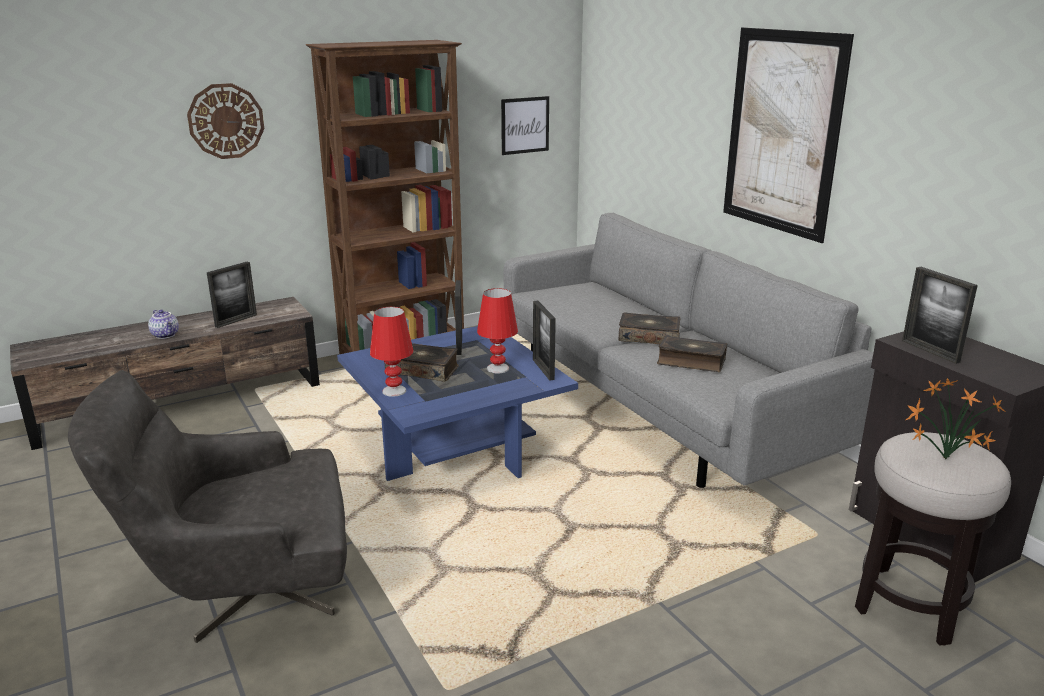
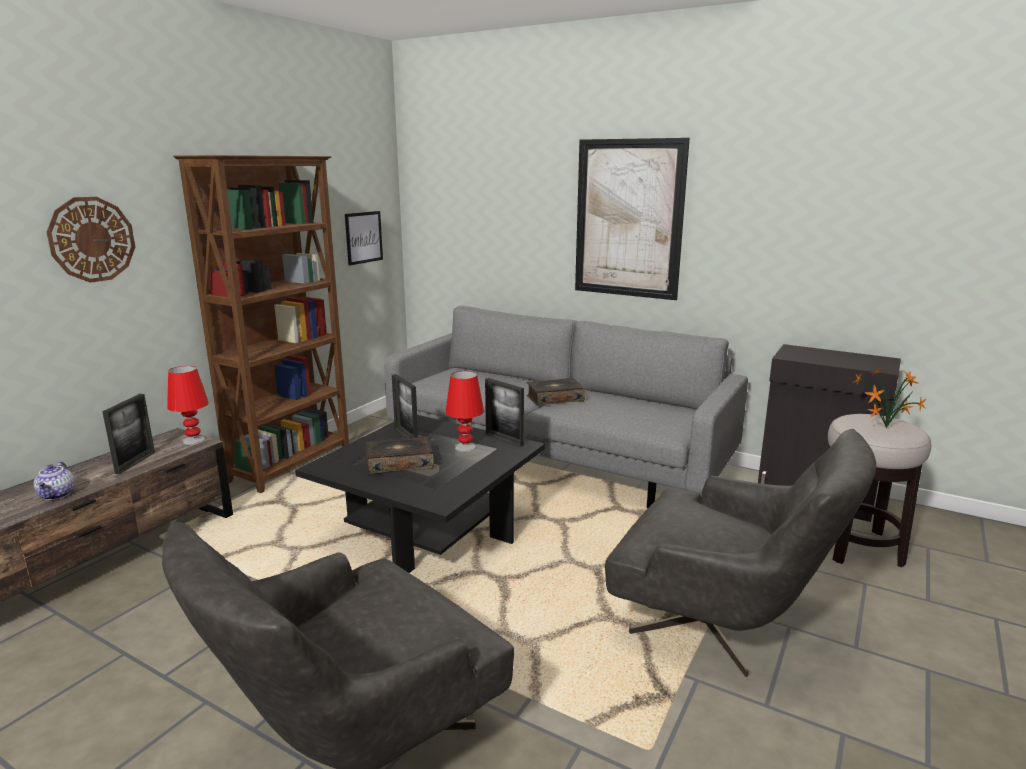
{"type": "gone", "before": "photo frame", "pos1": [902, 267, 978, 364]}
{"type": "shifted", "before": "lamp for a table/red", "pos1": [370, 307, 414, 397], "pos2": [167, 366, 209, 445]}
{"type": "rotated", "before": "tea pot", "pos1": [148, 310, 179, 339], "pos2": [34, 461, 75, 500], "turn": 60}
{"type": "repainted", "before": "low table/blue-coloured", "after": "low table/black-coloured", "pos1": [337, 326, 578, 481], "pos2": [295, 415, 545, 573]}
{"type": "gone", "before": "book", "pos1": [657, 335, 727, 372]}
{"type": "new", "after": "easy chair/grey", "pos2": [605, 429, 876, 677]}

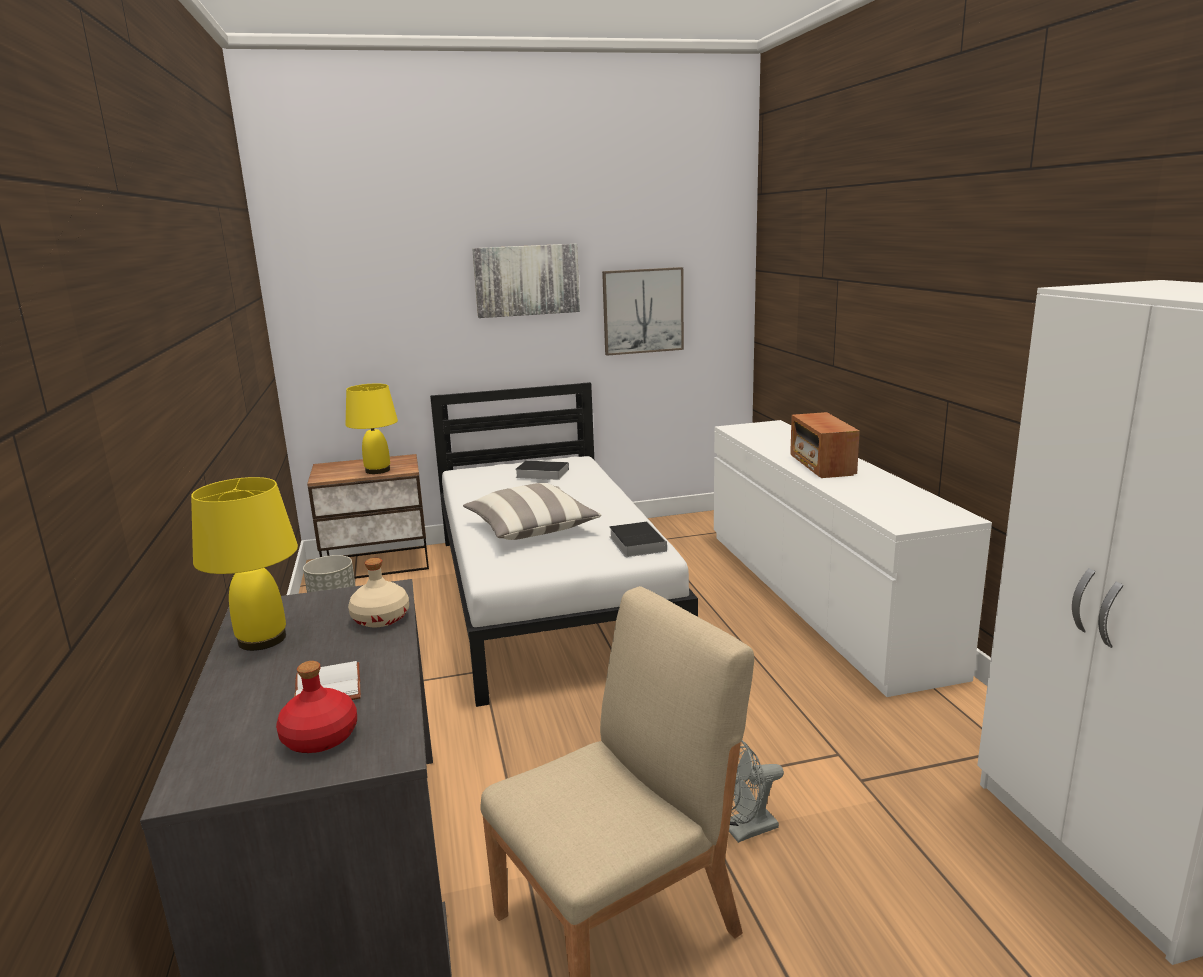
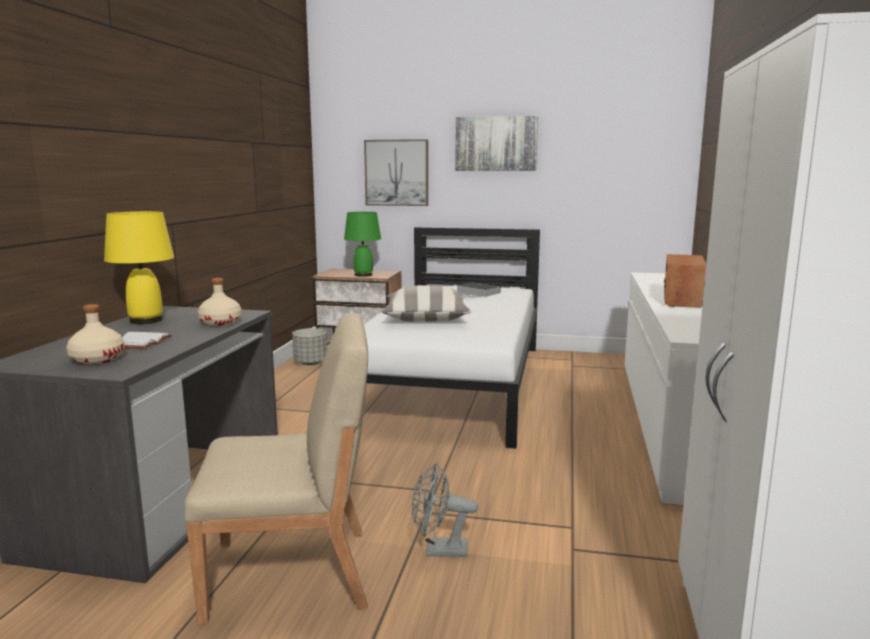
{"type": "shifted", "before": "picture", "pos1": [602, 267, 684, 356], "pos2": [364, 139, 428, 206]}
{"type": "repainted", "before": "lamp for a table/yellowish", "after": "lamp for a table/greenish", "pos1": [346, 383, 398, 474], "pos2": [344, 212, 381, 277]}
{"type": "gone", "before": "book", "pos1": [609, 522, 667, 557]}
{"type": "repainted", "before": "drink bottle/red", "after": "drink bottle/beige-coloured", "pos1": [276, 661, 357, 753], "pos2": [66, 304, 124, 364]}

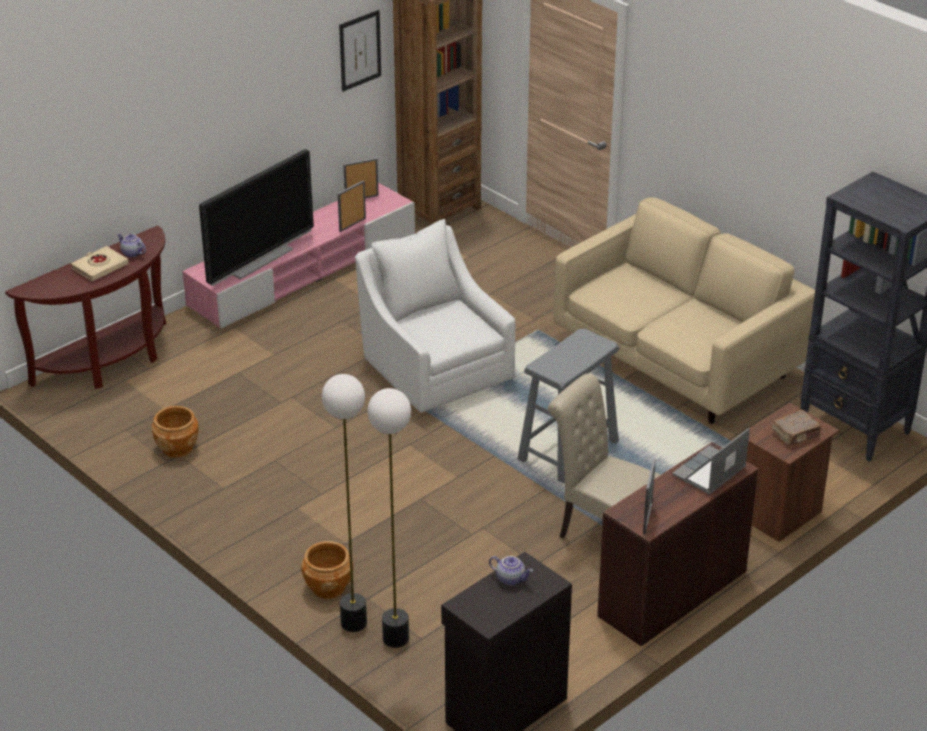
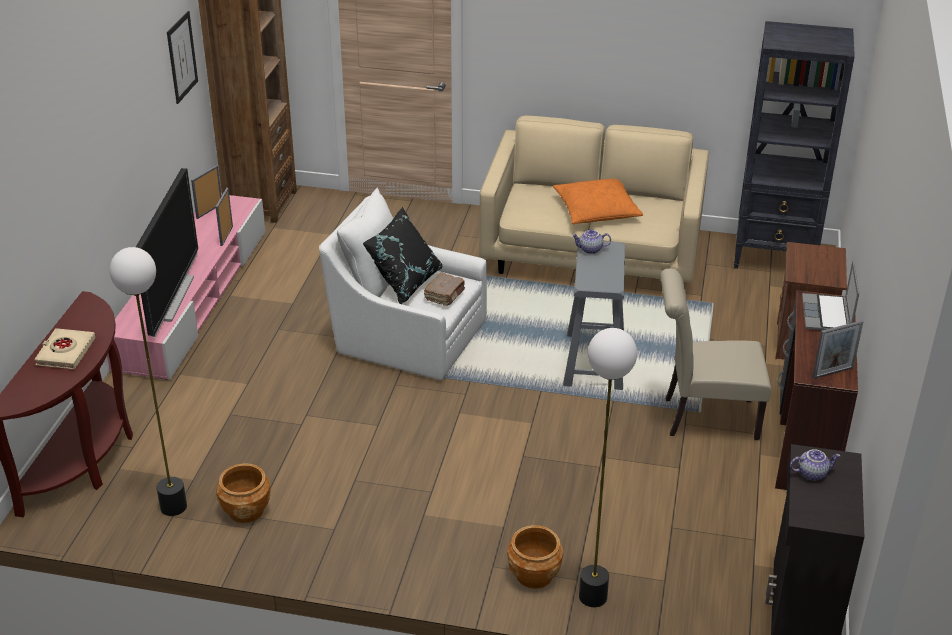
{"type": "shifted", "before": "tea pot", "pos1": [117, 233, 146, 257], "pos2": [572, 229, 611, 254]}
{"type": "shifted", "before": "standard lamp", "pos1": [367, 388, 411, 648], "pos2": [109, 247, 187, 516]}
{"type": "shifted", "before": "book/brownish", "pos1": [772, 410, 821, 446], "pos2": [424, 273, 465, 306]}
{"type": "rotated", "before": "photo frame", "pos1": [643, 459, 656, 534], "pos2": [812, 320, 863, 379], "turn": 90}
{"type": "new", "after": "throw pillow/orangey", "pos2": [553, 179, 643, 224]}
{"type": "new", "after": "throw pillow/black-coloured", "pos2": [363, 207, 442, 304]}

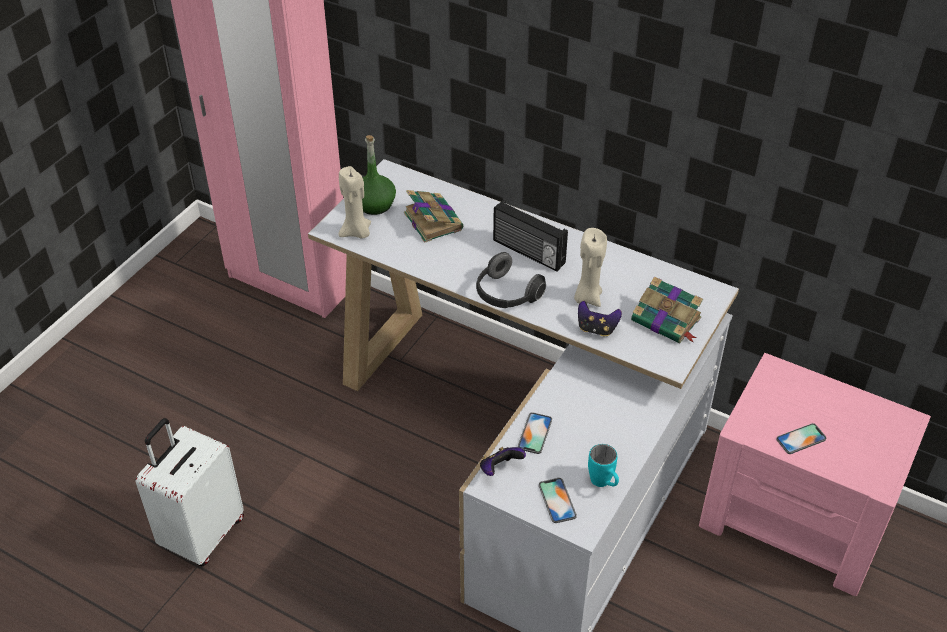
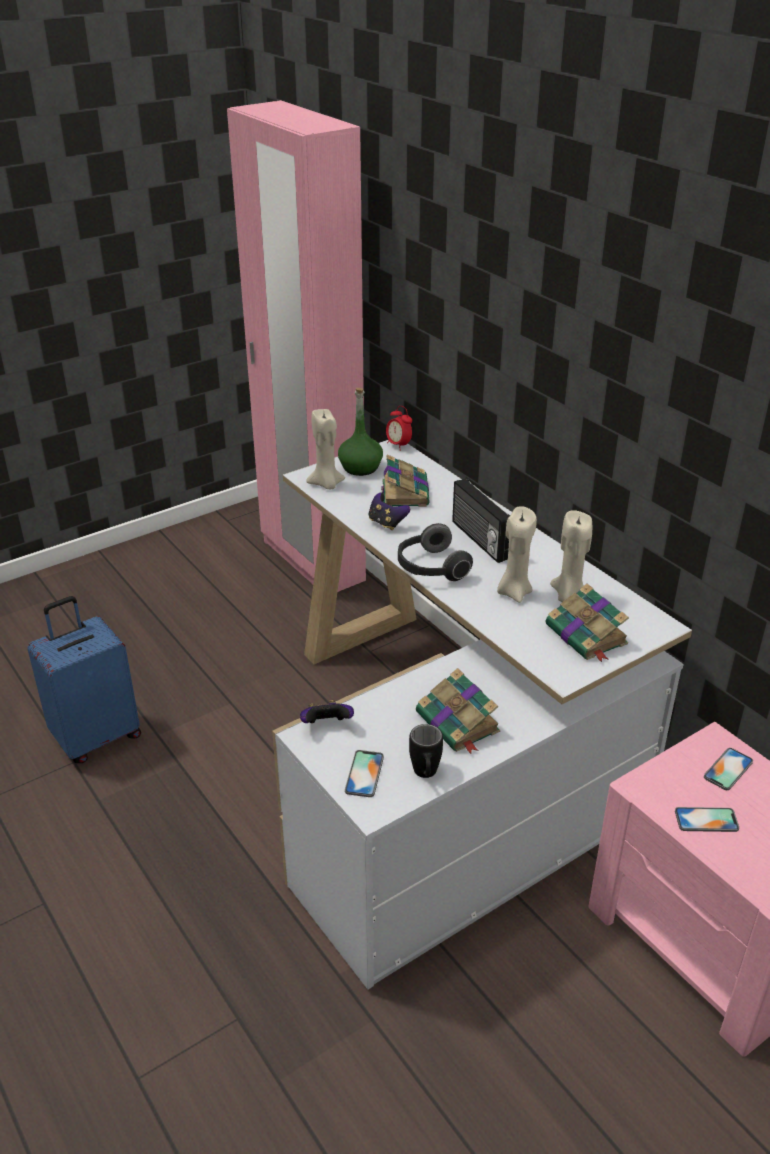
{"type": "shifted", "before": "gamepad", "pos1": [578, 301, 622, 336], "pos2": [369, 493, 410, 530]}
{"type": "shifted", "before": "phone", "pos1": [518, 412, 552, 454], "pos2": [704, 748, 753, 790]}
{"type": "repainted", "before": "suitcase/whitish", "after": "suitcase/blue-coloured", "pos1": [136, 418, 244, 566], "pos2": [27, 596, 141, 763]}
{"type": "repainted", "before": "mug/blue-green", "after": "mug/black-coloured", "pos1": [588, 444, 619, 487], "pos2": [409, 724, 443, 778]}
{"type": "new", "after": "bedside clock", "pos2": [386, 406, 412, 451]}
{"type": "new", "after": "wax light/beige-coloured", "pos2": [550, 510, 592, 602]}
{"type": "new", "after": "book", "pos2": [416, 668, 500, 754]}

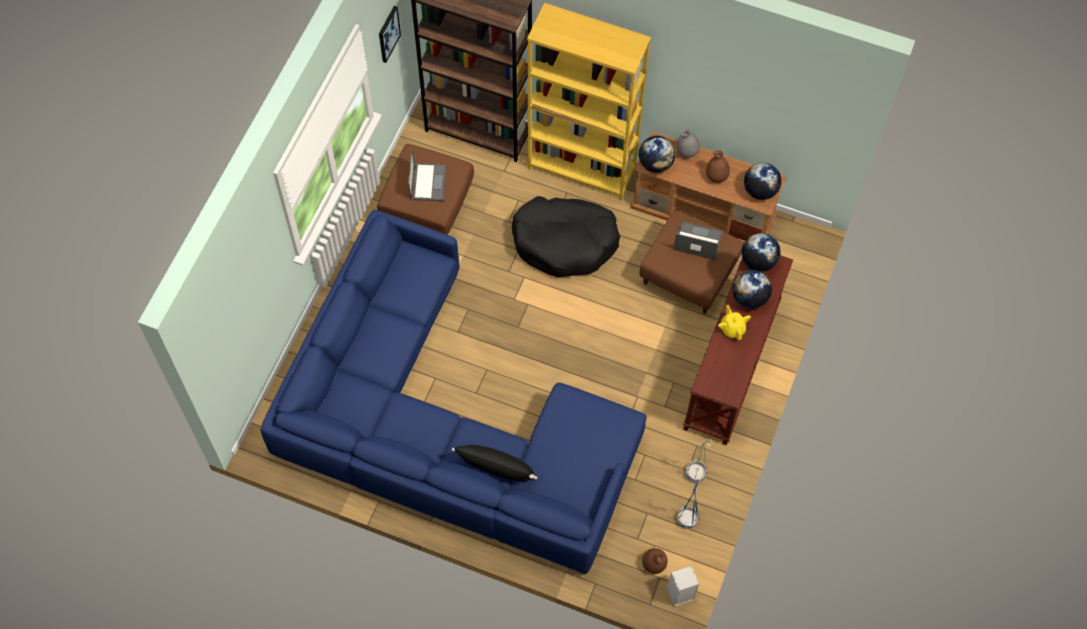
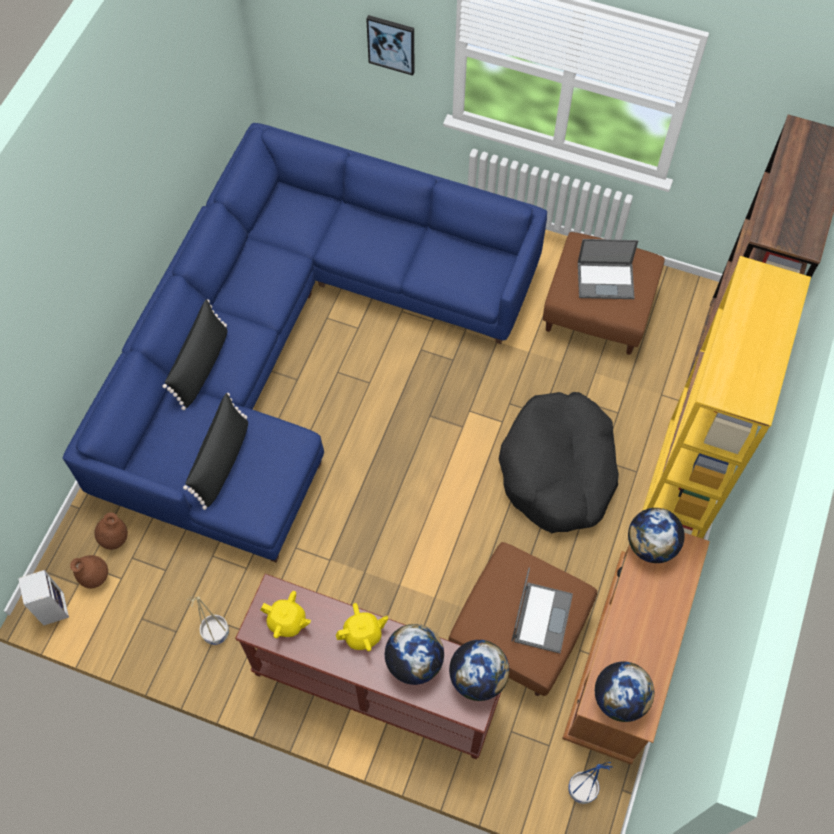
{"type": "shifted", "before": "picture", "pos1": [379, 6, 401, 63], "pos2": [366, 15, 414, 76]}
{"type": "gone", "before": "flower vase/grey", "pos1": [677, 128, 700, 158]}
{"type": "shifted", "before": "flower vase/brownish", "pos1": [706, 150, 730, 183], "pos2": [94, 512, 128, 550]}
{"type": "shifted", "before": "flower pot/blue-coloured", "pos1": [677, 480, 699, 529], "pos2": [568, 762, 613, 804]}
{"type": "new", "after": "throw pillow/black-coloured", "pos2": [183, 393, 248, 510]}
{"type": "new", "after": "tea pot/yellowish", "pos2": [260, 591, 311, 638]}

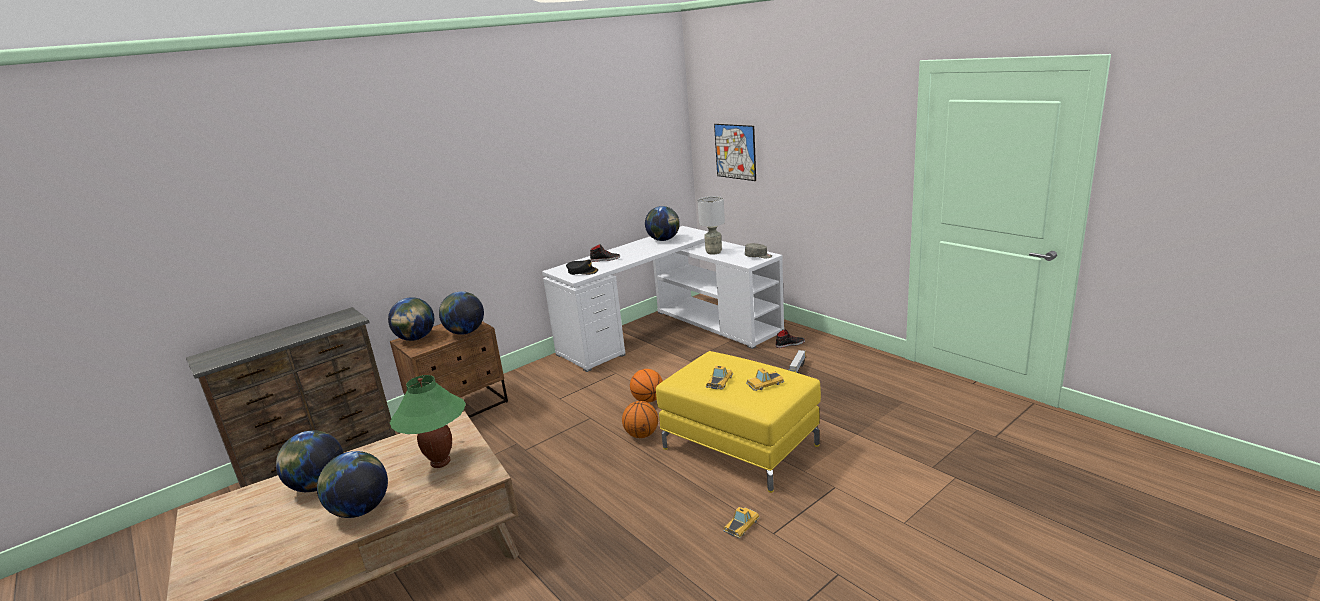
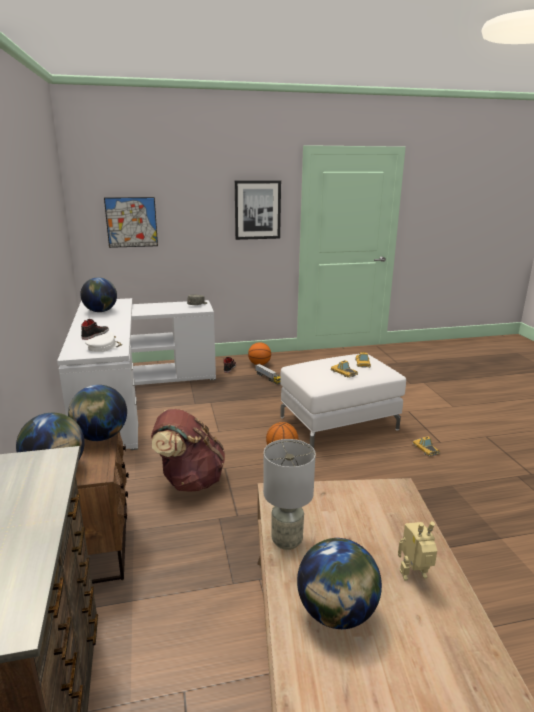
{"type": "shifted", "before": "lamp for a table/grey", "pos1": [697, 196, 725, 255], "pos2": [263, 439, 316, 550]}
{"type": "repainted", "before": "cap/black-coloured", "after": "cap/whitish", "pos1": [566, 259, 598, 275], "pos2": [85, 332, 123, 352]}
{"type": "repainted", "before": "pouffe/yellowish", "after": "pouffe/whitish", "pos1": [656, 351, 821, 493], "pos2": [280, 354, 406, 448]}
{"type": "shifted", "before": "basketball ball", "pos1": [630, 369, 663, 403], "pos2": [248, 342, 271, 365]}
{"type": "gone", "before": "lamp for a table/greenish", "pos1": [390, 375, 466, 468]}
{"type": "swapped", "before": "desk globe", "after": "robot figure", "pos1": [317, 451, 388, 518], "pos2": [398, 522, 437, 581]}
{"type": "new", "after": "picture", "pos2": [235, 180, 281, 240]}
{"type": "new", "after": "backpack/brownish", "pos2": [151, 409, 225, 492]}

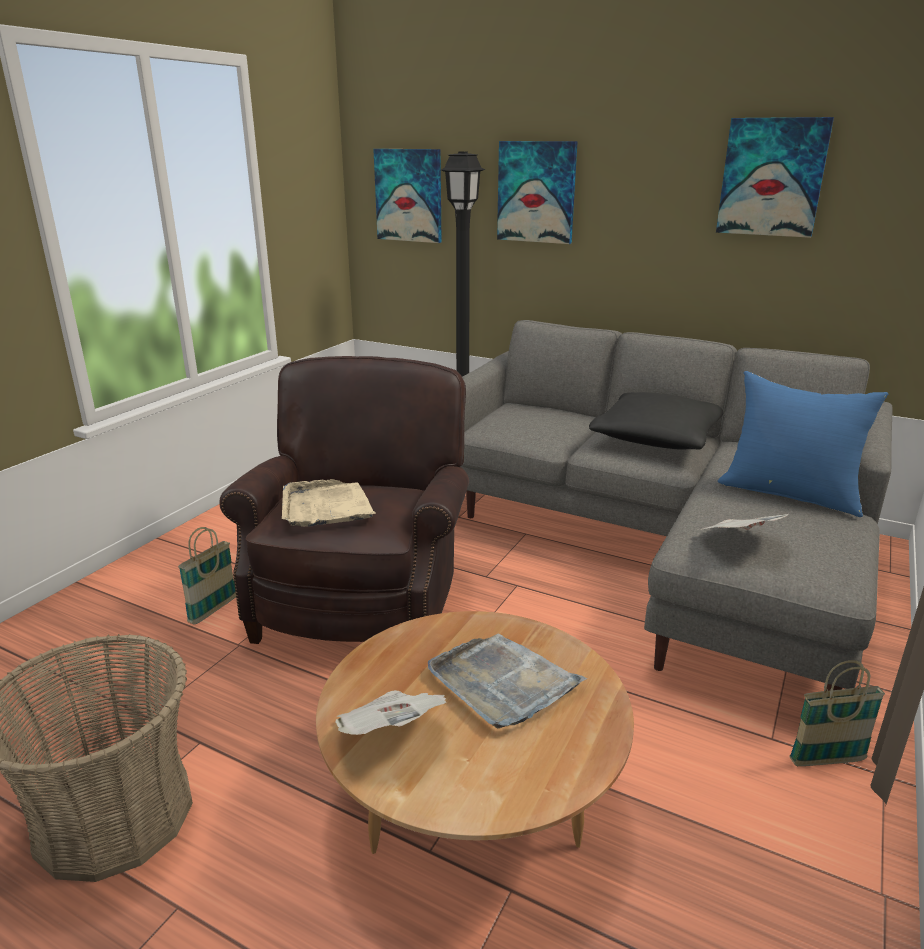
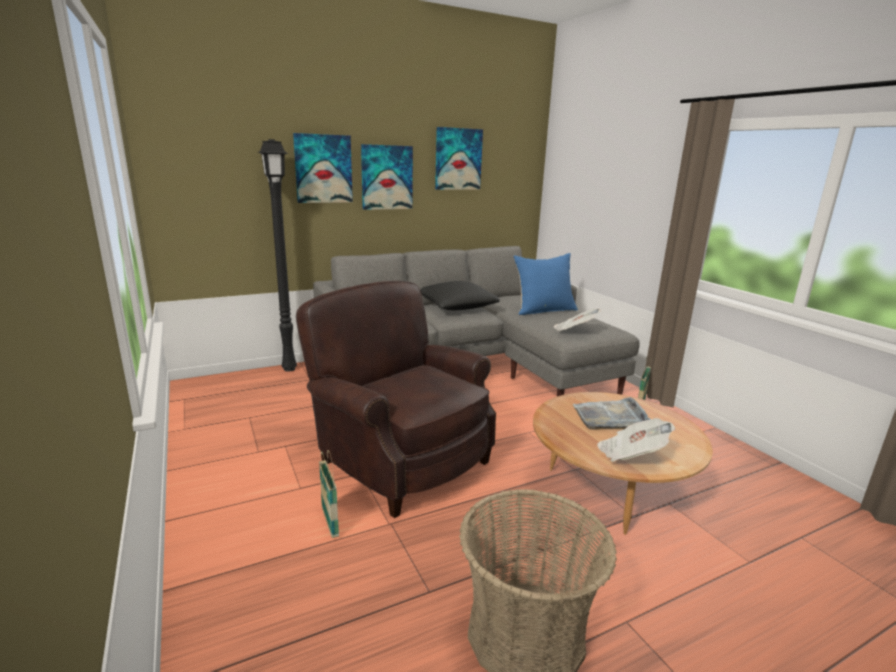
{"type": "shifted", "before": "picture", "pos1": [373, 149, 442, 243], "pos2": [361, 144, 413, 210]}
{"type": "gone", "before": "carrying tray/beige-coloured", "pos1": [282, 479, 376, 527]}

